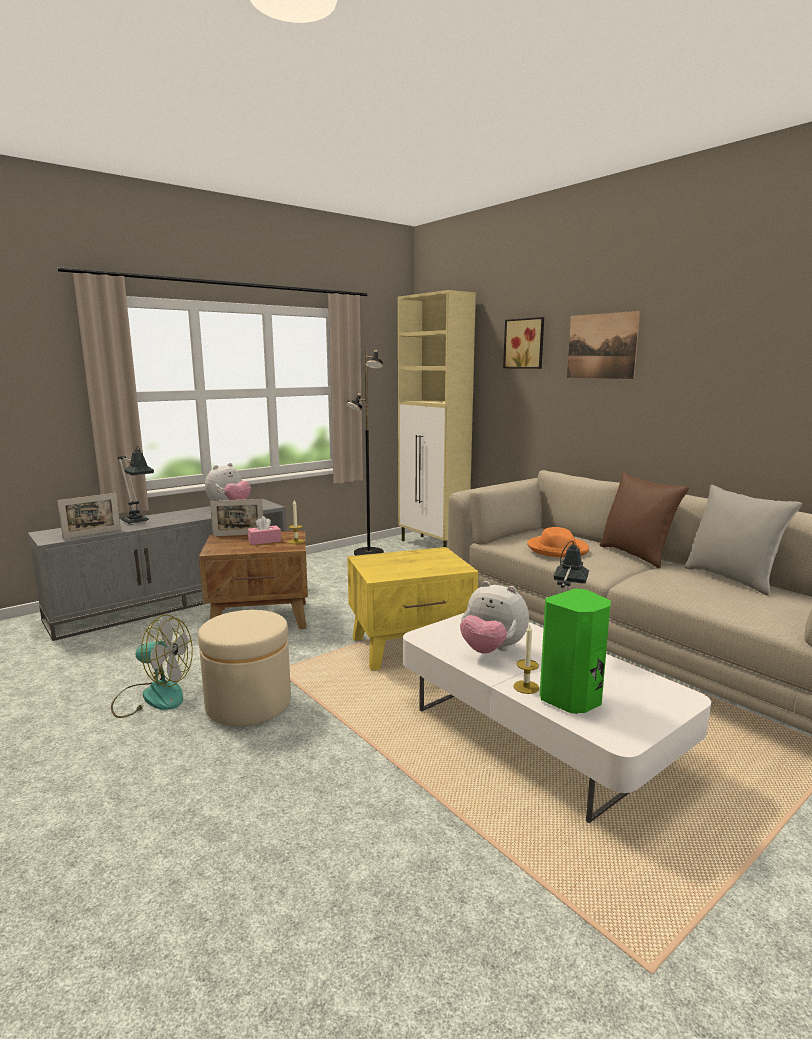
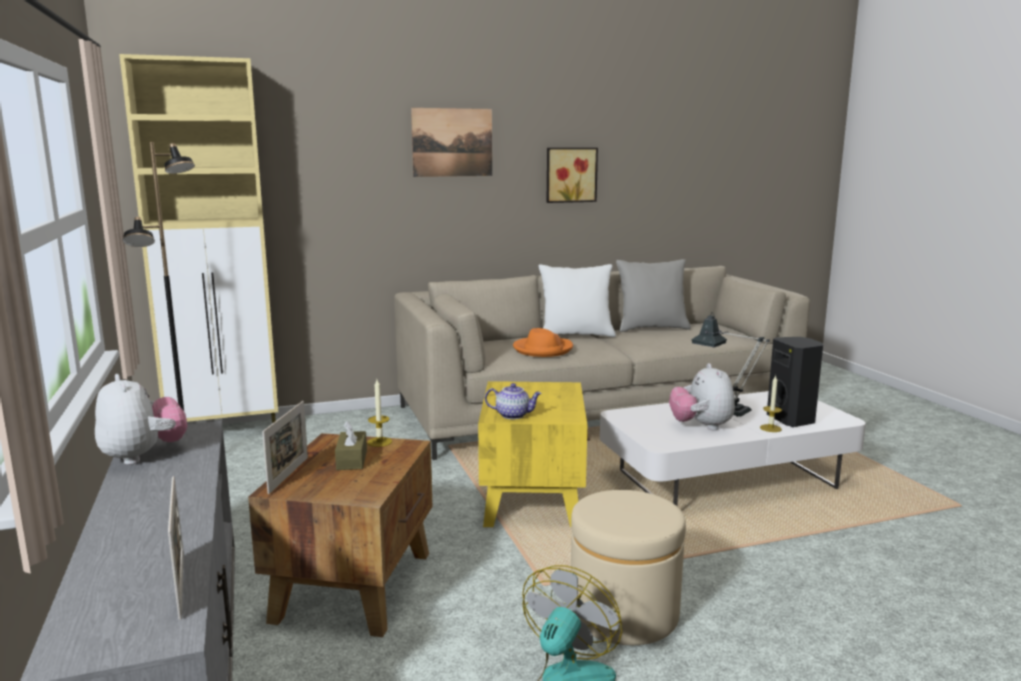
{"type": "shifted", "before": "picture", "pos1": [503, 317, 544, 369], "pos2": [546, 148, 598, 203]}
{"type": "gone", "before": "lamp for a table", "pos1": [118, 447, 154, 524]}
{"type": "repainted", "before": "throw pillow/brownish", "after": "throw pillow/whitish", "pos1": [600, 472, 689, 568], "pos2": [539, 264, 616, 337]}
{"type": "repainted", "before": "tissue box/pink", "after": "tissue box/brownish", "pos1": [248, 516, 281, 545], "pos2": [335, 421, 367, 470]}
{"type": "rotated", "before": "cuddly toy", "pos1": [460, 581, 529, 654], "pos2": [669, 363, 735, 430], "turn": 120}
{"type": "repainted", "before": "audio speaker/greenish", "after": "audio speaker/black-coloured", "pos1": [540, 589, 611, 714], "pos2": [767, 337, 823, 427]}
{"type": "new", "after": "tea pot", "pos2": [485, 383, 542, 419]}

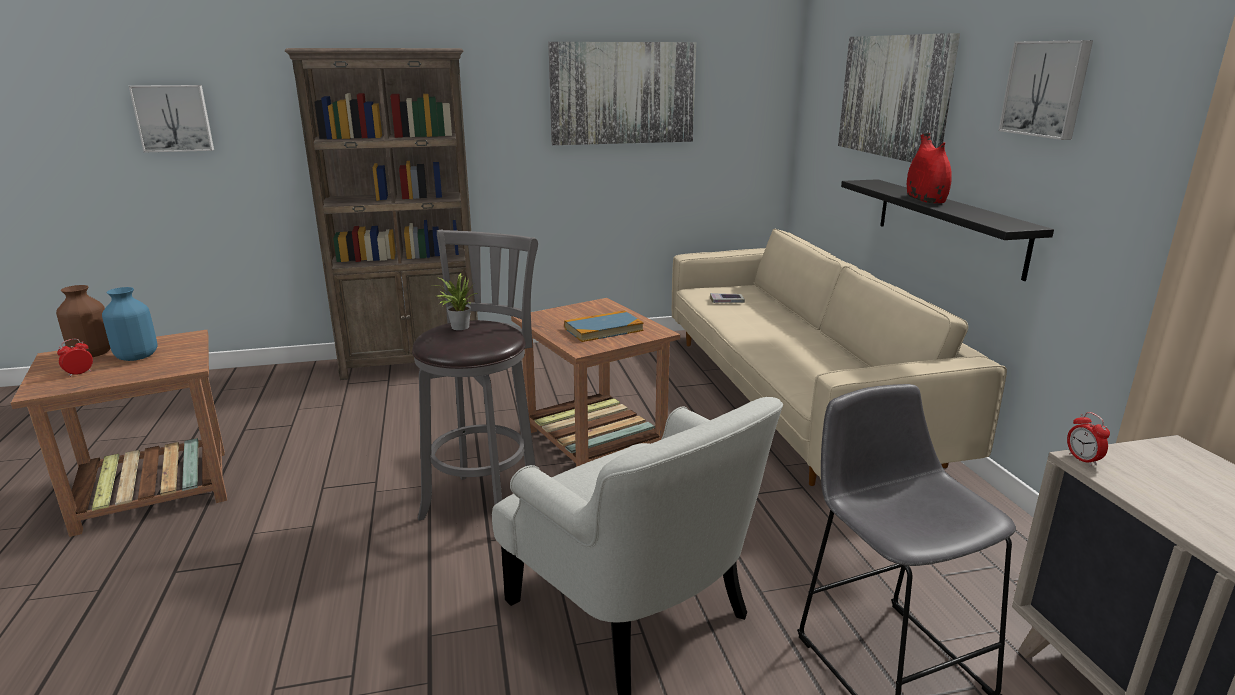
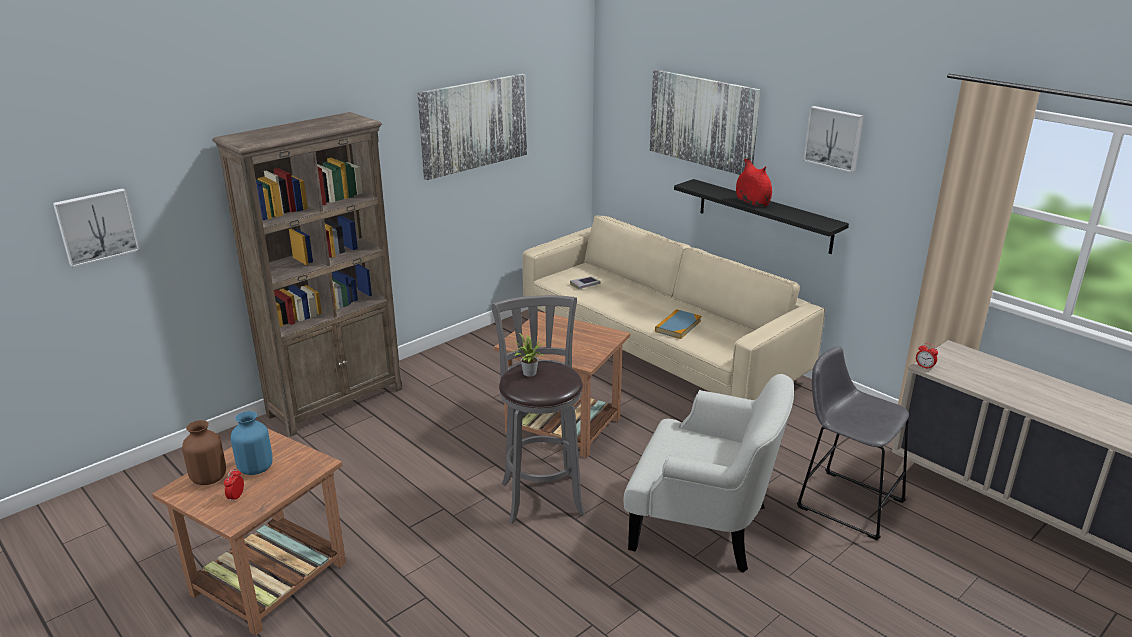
{"type": "shifted", "before": "book", "pos1": [564, 310, 644, 342], "pos2": [655, 309, 701, 339]}

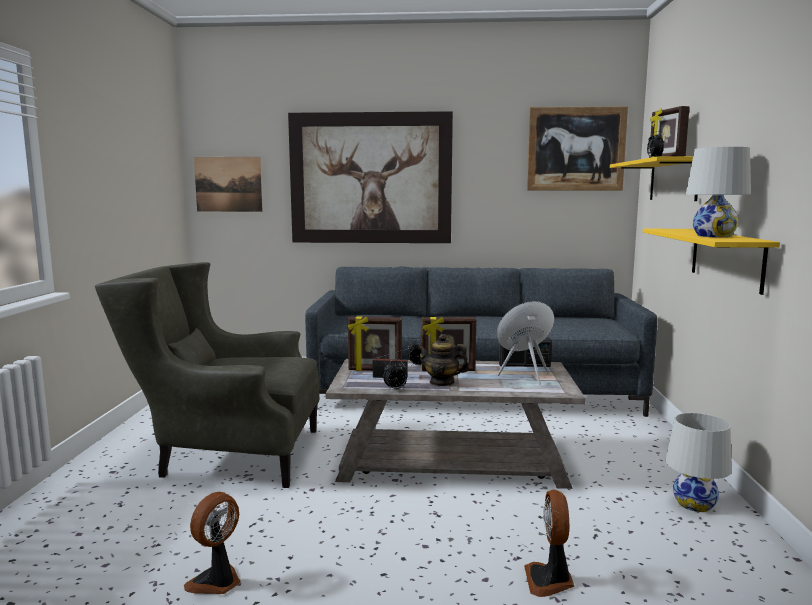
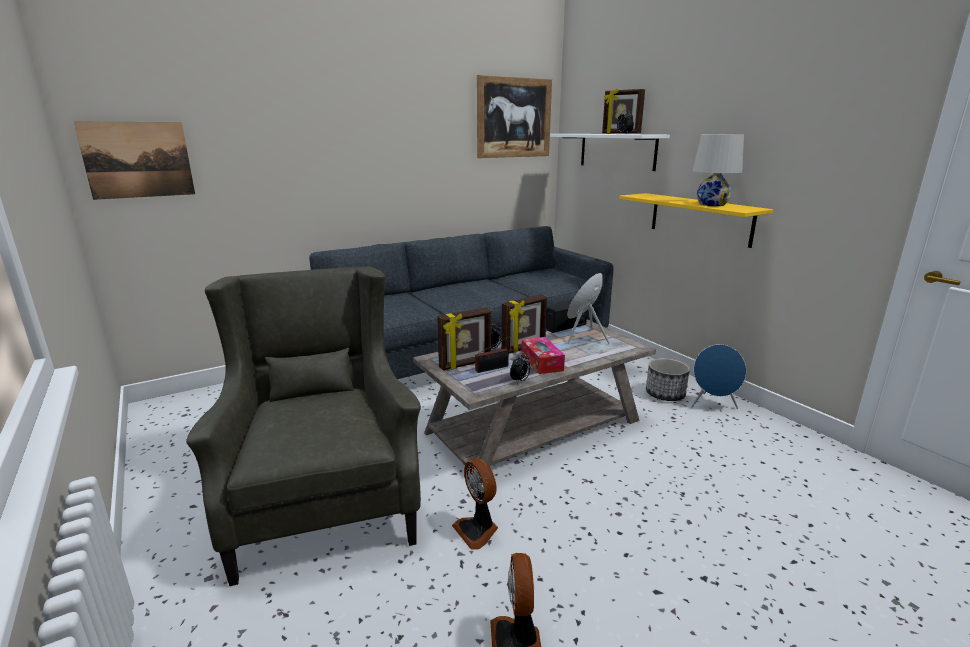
{"type": "gone", "before": "picture", "pos1": [288, 111, 453, 243]}
{"type": "repainted", "before": "shelf/yellowish", "after": "shelf/whitish", "pos1": [610, 156, 698, 201], "pos2": [550, 134, 670, 171]}
{"type": "rotated", "before": "easy chair/grey", "pos1": [95, 262, 319, 488], "pos2": [186, 267, 421, 586], "turn": 105}
{"type": "swapped", "before": "tea pot", "after": "tissue box", "pos1": [417, 334, 470, 386], "pos2": [521, 337, 565, 374]}
{"type": "swapped", "before": "lamp for a table/whitish", "after": "audio speaker/blue-coloured", "pos1": [666, 413, 732, 512], "pos2": [691, 344, 746, 409]}
{"type": "shifted", "before": "fan", "pos1": [524, 490, 574, 597], "pos2": [452, 458, 498, 550]}
{"type": "new", "after": "flower pot", "pos2": [646, 358, 690, 401]}

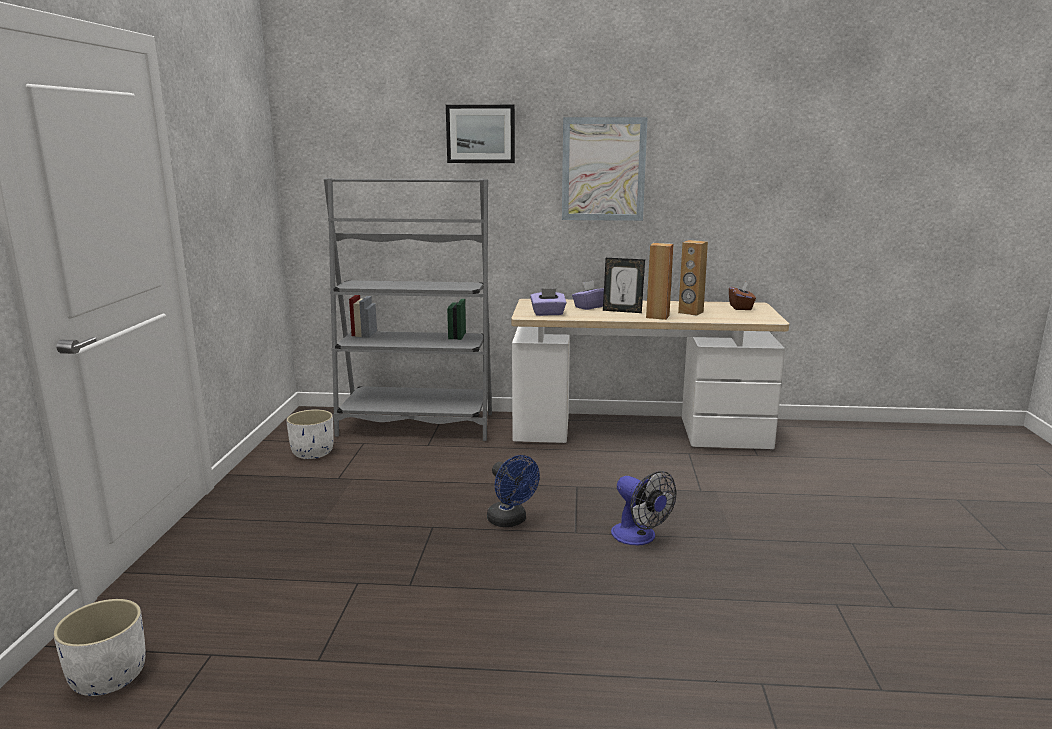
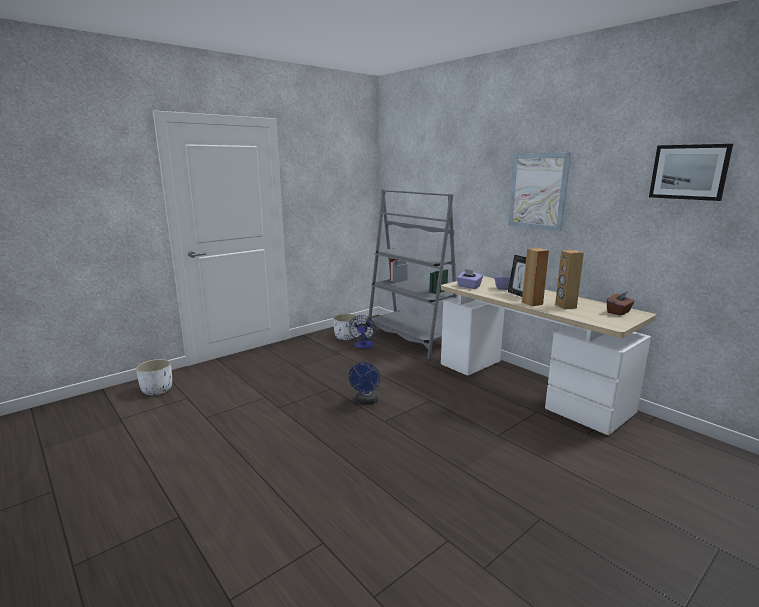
{"type": "shifted", "before": "picture", "pos1": [446, 105, 515, 163], "pos2": [649, 144, 733, 201]}
{"type": "shifted", "before": "fan", "pos1": [611, 471, 676, 546], "pos2": [349, 315, 376, 348]}

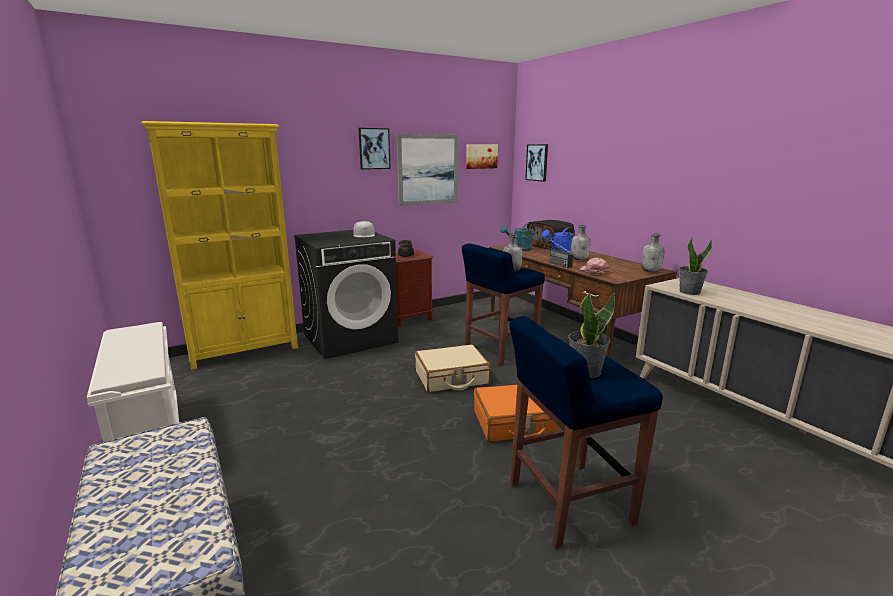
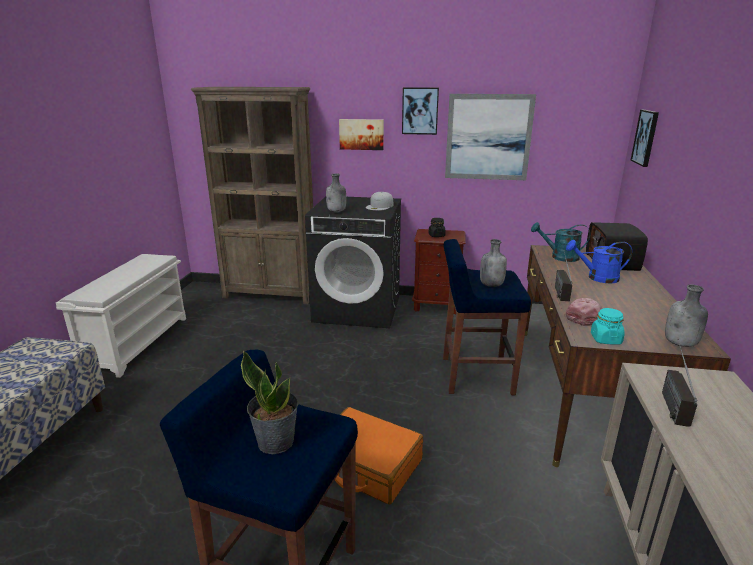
{"type": "repainted", "before": "bookcase/yellowish", "after": "bookcase/brownish", "pos1": [142, 121, 298, 370], "pos2": [191, 87, 313, 304]}
{"type": "shifted", "before": "picture", "pos1": [466, 144, 498, 169], "pos2": [339, 119, 384, 150]}
{"type": "shifted", "before": "drink bottle/grey", "pos1": [571, 225, 590, 260], "pos2": [326, 173, 346, 212]}
{"type": "swapped", "before": "plant in a pot", "after": "radio receiver", "pos1": [679, 237, 713, 295], "pos2": [662, 339, 697, 427]}
{"type": "gone", "before": "suitcase/beige-coloured", "pos1": [415, 345, 490, 393]}
{"type": "new", "after": "storage jar/blue-green", "pos2": [591, 308, 625, 345]}

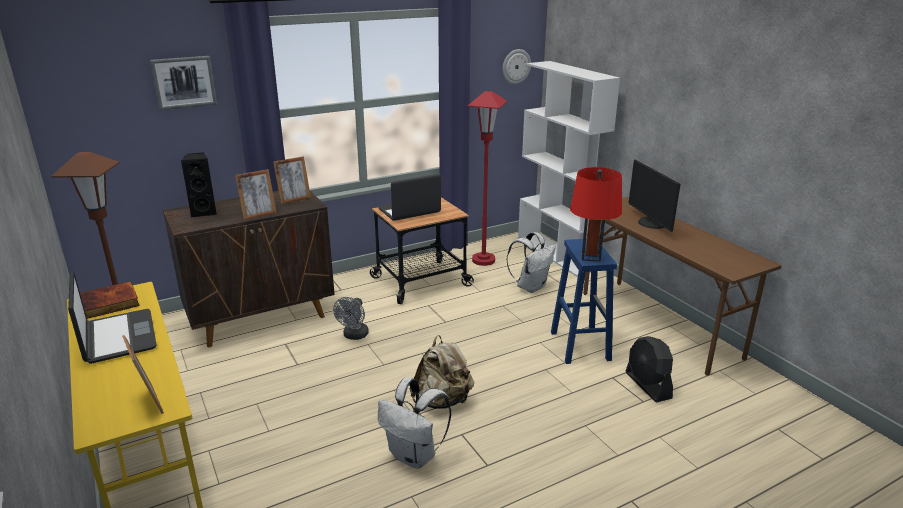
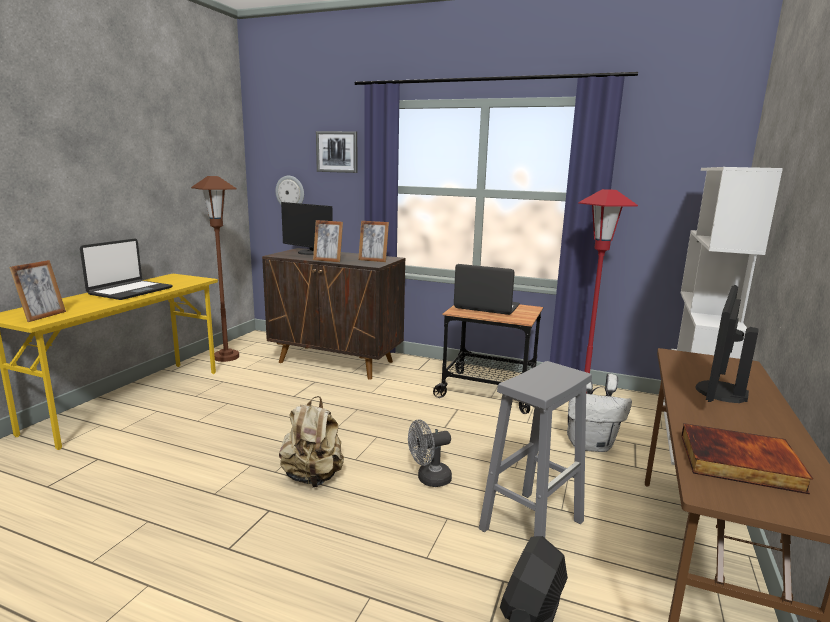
{"type": "shifted", "before": "wall clock", "pos1": [502, 49, 531, 84], "pos2": [276, 175, 304, 204]}
{"type": "swapped", "before": "audio speaker/black-coloured", "after": "computer display", "pos1": [181, 152, 217, 218], "pos2": [281, 202, 333, 255]}
{"type": "gone", "before": "lamp for a table/red", "pos1": [570, 167, 622, 262]}
{"type": "repainted", "before": "stool/blue-coloured", "after": "stool/grey", "pos1": [551, 239, 617, 364], "pos2": [479, 361, 592, 538]}
{"type": "shifted", "before": "book", "pos1": [80, 281, 140, 319], "pos2": [681, 423, 813, 494]}
{"type": "shifted", "before": "fan/grey", "pos1": [333, 297, 369, 340], "pos2": [408, 419, 452, 487]}
{"type": "gone", "before": "backpack/whitish", "pos1": [378, 377, 451, 469]}

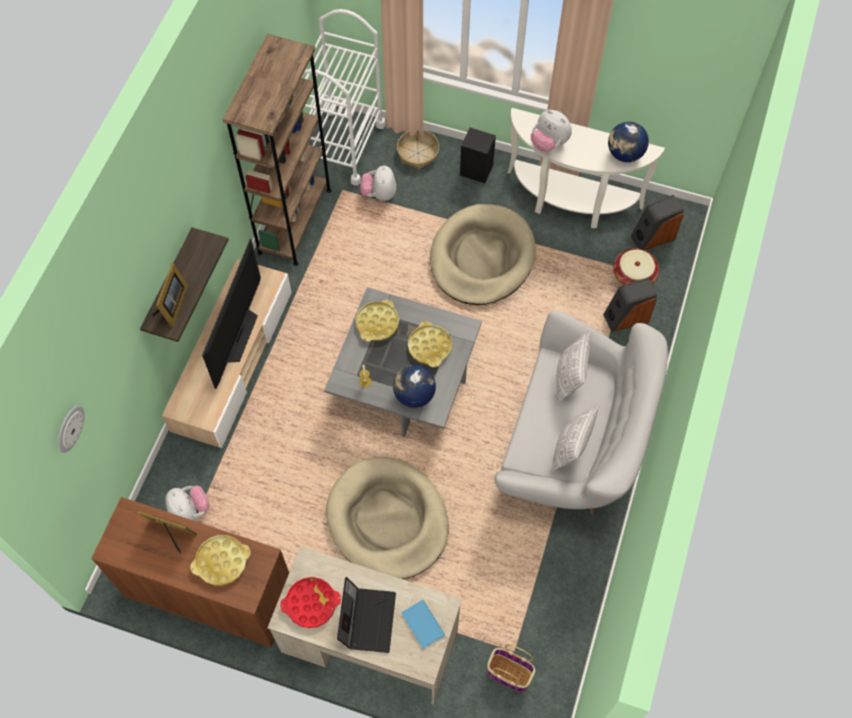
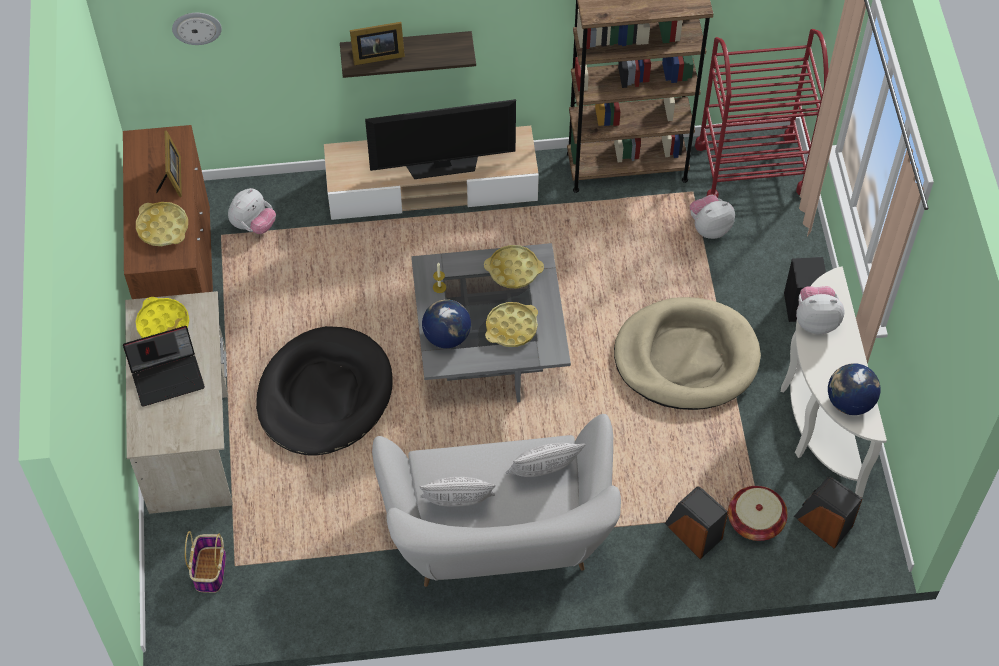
{"type": "repainted", "before": "trolley/whitish", "after": "trolley/red", "pos1": [304, 9, 385, 186], "pos2": [695, 29, 829, 198]}
{"type": "rotated", "before": "cuddly toy", "pos1": [531, 110, 572, 152], "pos2": [796, 286, 844, 335], "turn": 75}
{"type": "gone", "before": "storage basket", "pos1": [397, 130, 439, 169]}
{"type": "repainted", "before": "pet bed/beige-coloured", "after": "pet bed/black-coloured", "pos1": [326, 456, 449, 579], "pos2": [256, 326, 393, 455]}
{"type": "repainted", "before": "carrying tray/red", "after": "carrying tray/yellowish", "pos1": [280, 577, 341, 628], "pos2": [136, 297, 189, 338]}
{"type": "gone", "before": "book/blue-coloured", "pos1": [402, 600, 445, 649]}

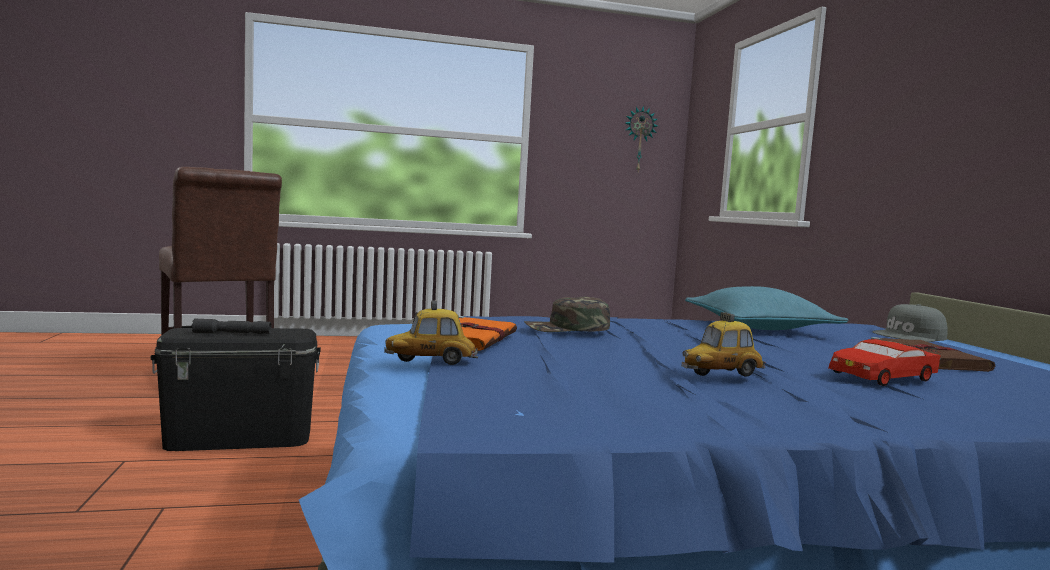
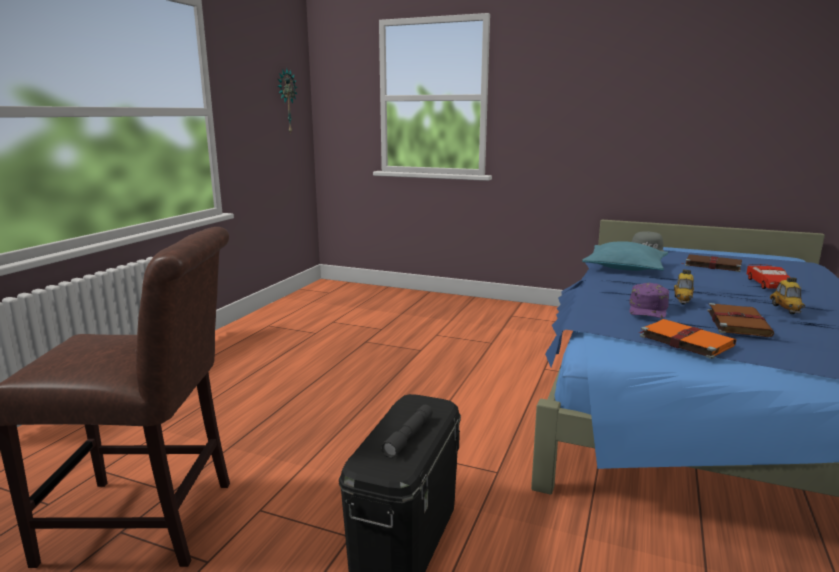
{"type": "repainted", "before": "cap/greenish", "after": "cap/purplish", "pos1": [524, 296, 610, 332], "pos2": [629, 283, 669, 318]}
{"type": "shifted", "before": "model car", "pos1": [384, 300, 478, 365], "pos2": [674, 270, 694, 305]}
{"type": "new", "after": "book/brownish", "pos2": [707, 303, 774, 337]}

